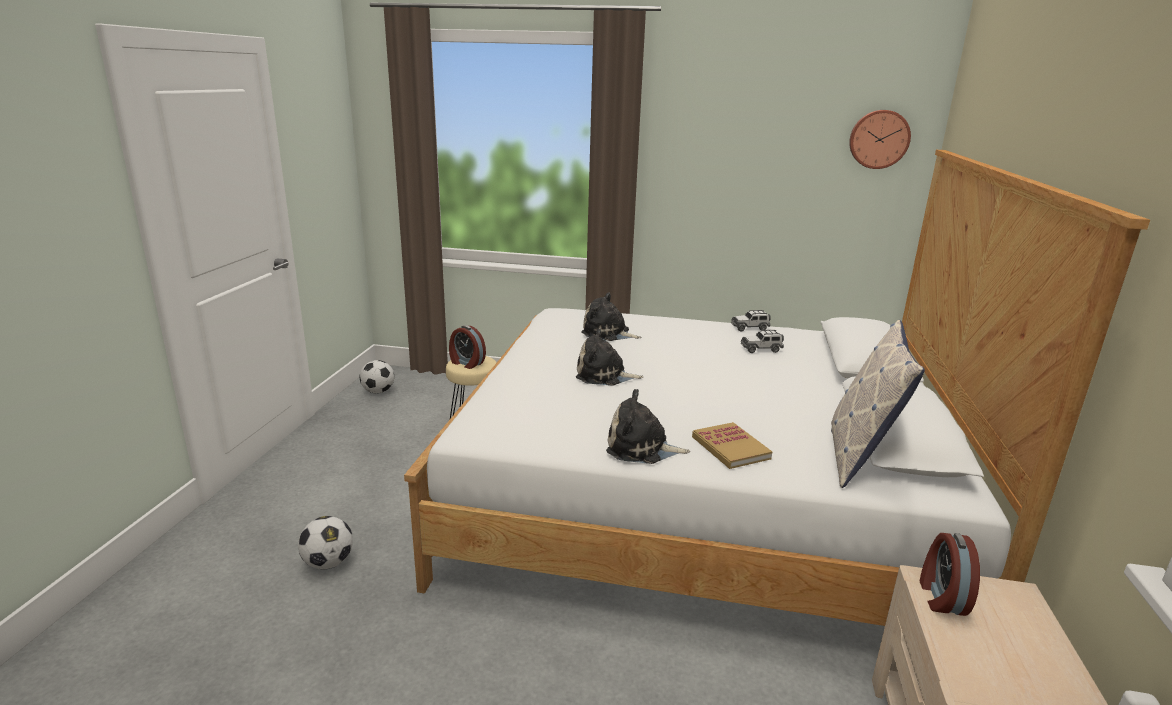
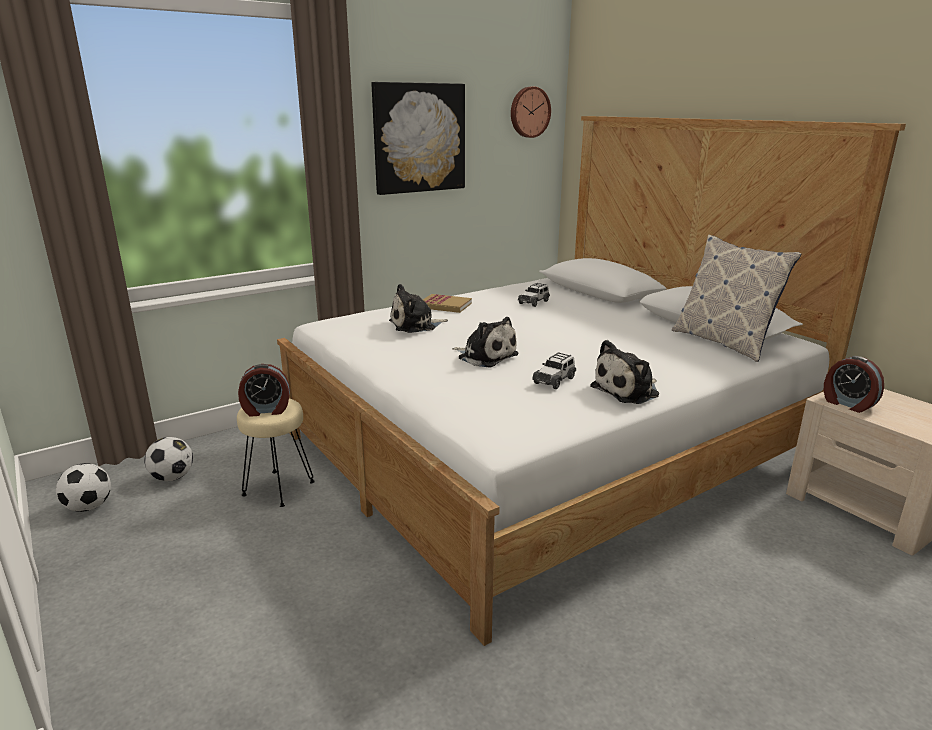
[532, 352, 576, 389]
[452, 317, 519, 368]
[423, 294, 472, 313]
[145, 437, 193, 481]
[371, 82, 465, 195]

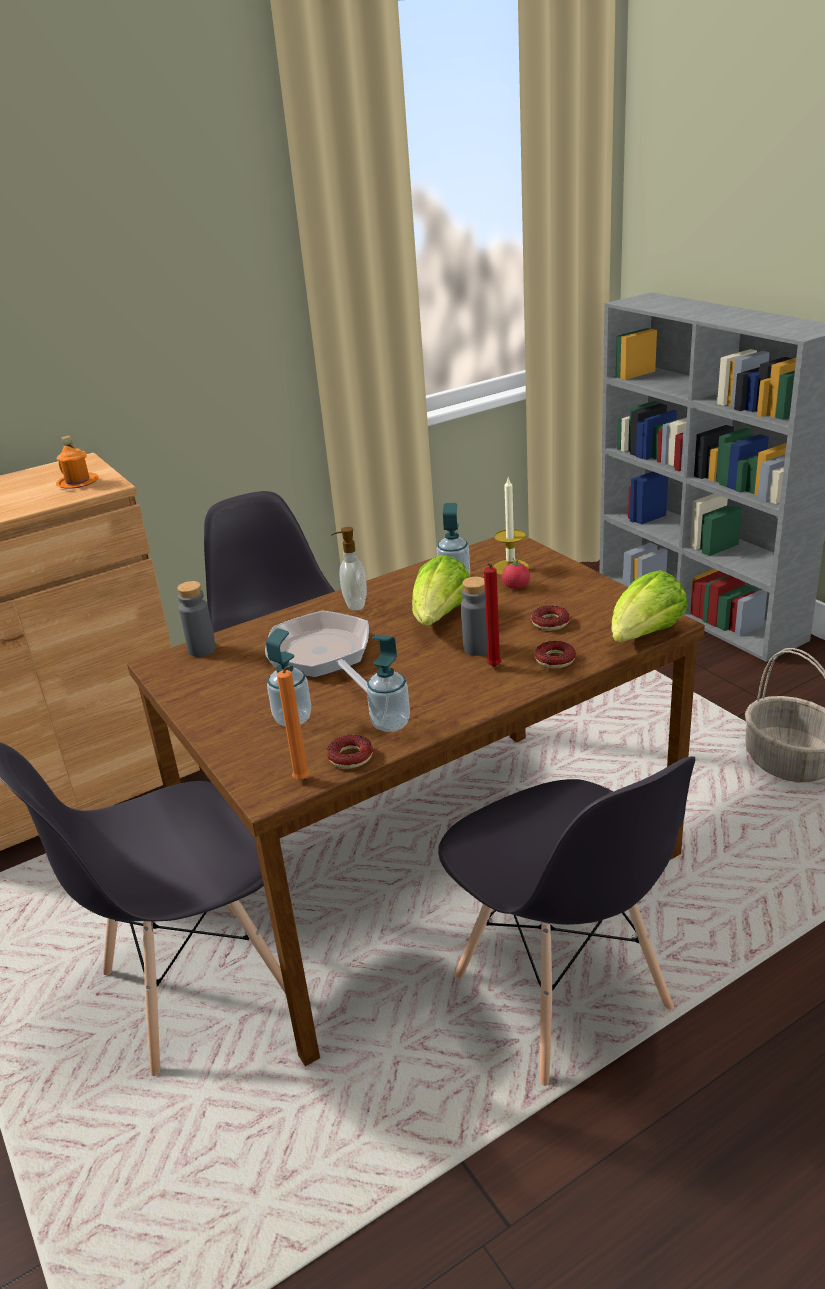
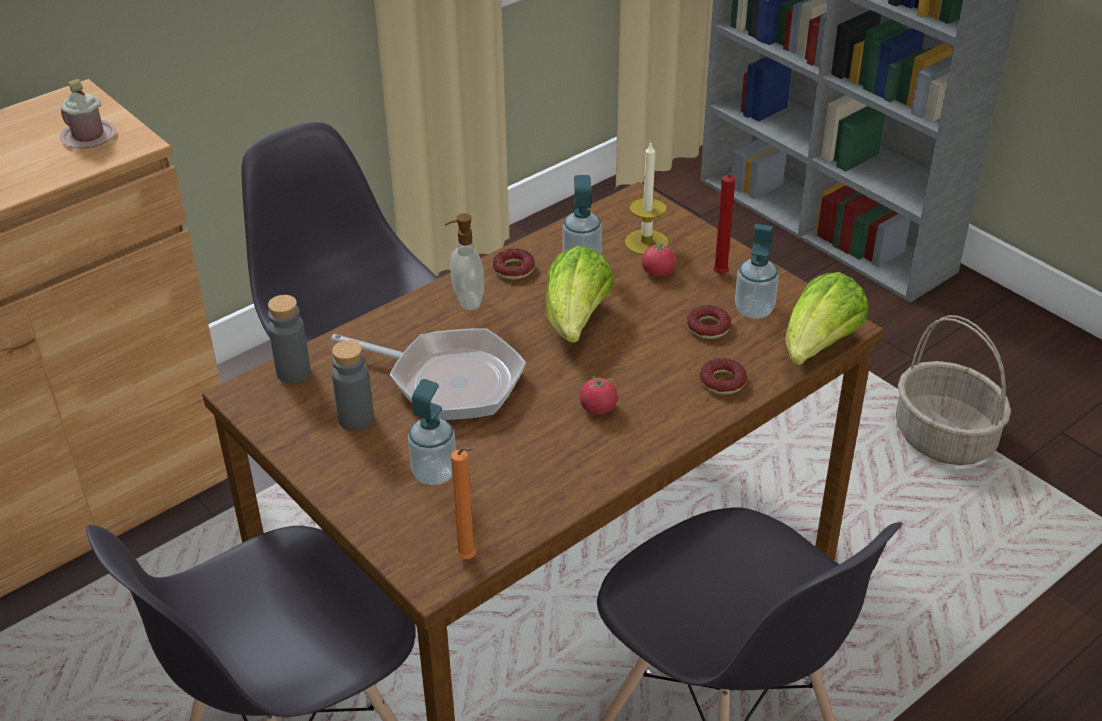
[60, 79, 116, 148]
[713, 173, 735, 274]
[332, 340, 374, 431]
[331, 329, 526, 420]
[735, 224, 779, 319]
[493, 249, 535, 280]
[580, 376, 618, 414]

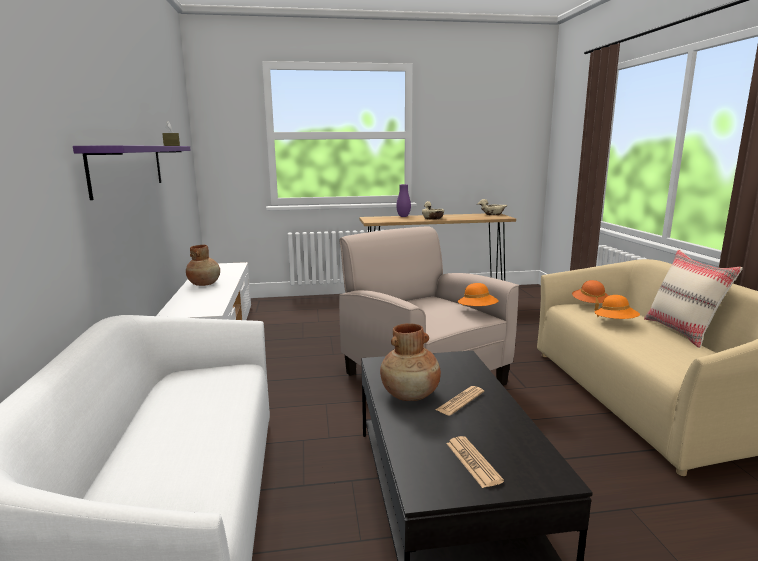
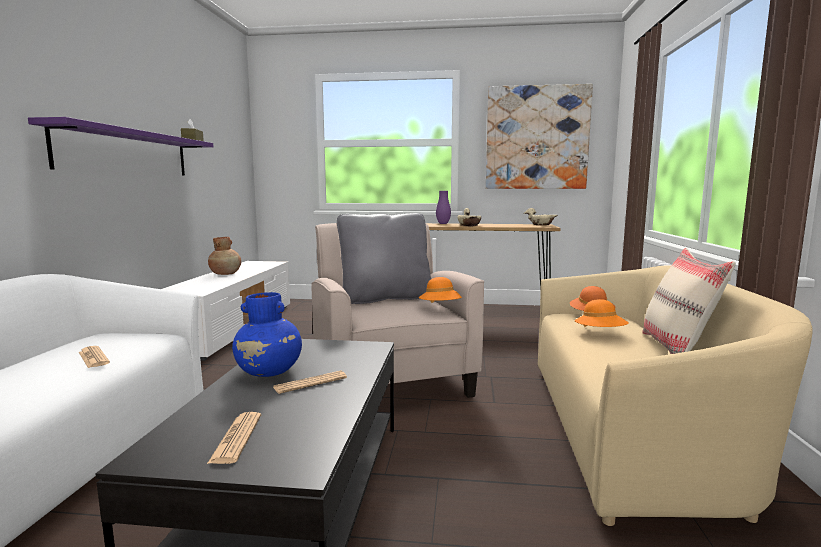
[232, 292, 302, 377]
[486, 84, 593, 189]
[337, 213, 431, 304]
[79, 346, 110, 368]

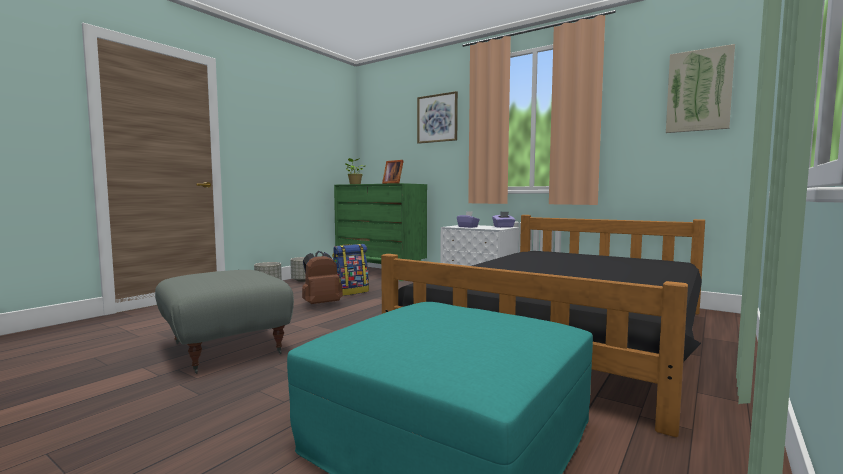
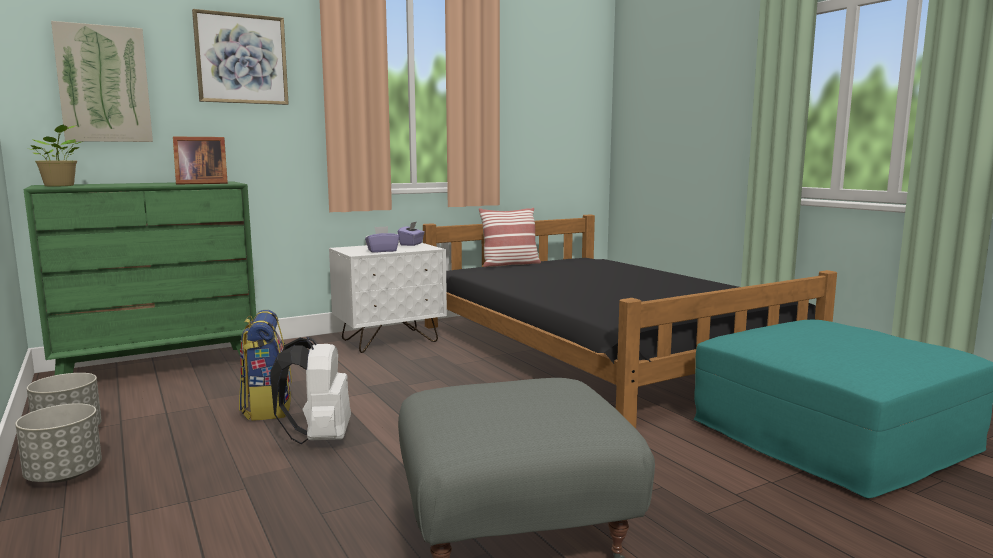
[51, 21, 153, 142]
[270, 337, 351, 444]
[478, 208, 541, 267]

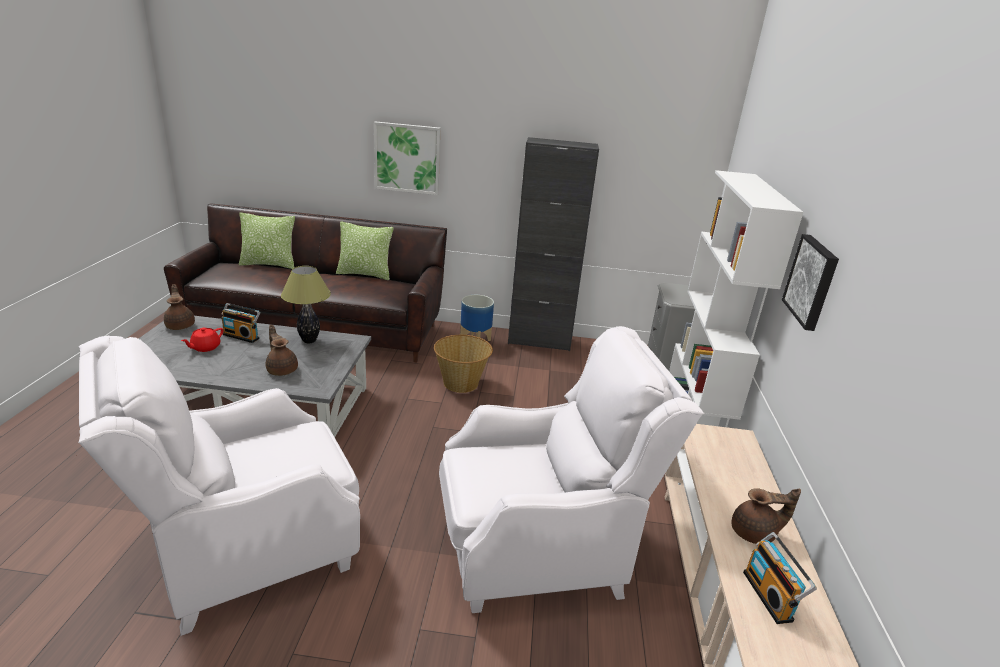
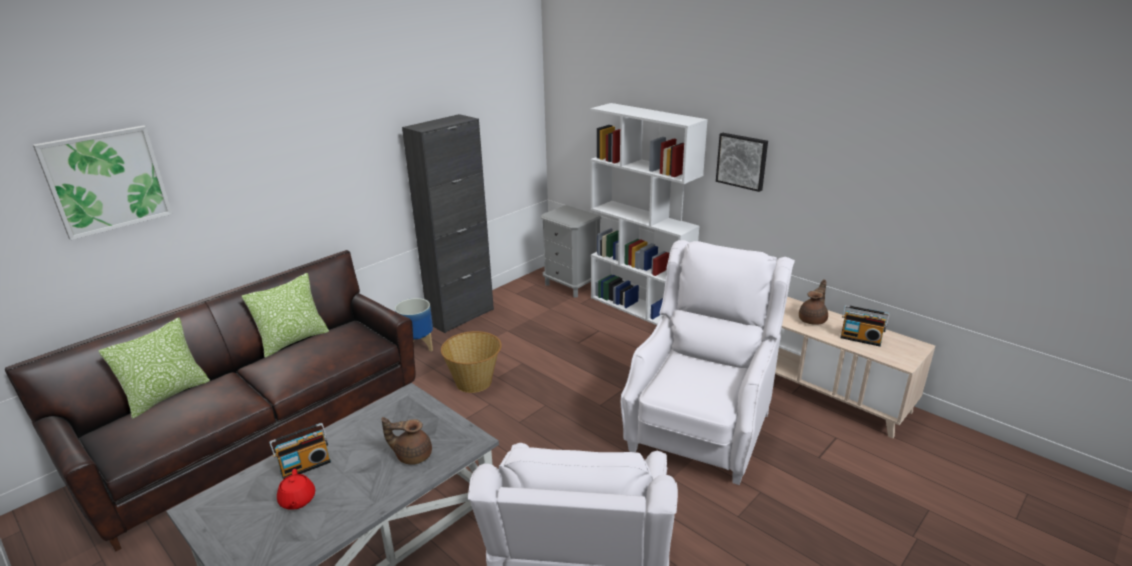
[33, 125, 172, 240]
[281, 266, 331, 343] (first image)
[164, 284, 195, 330] (first image)

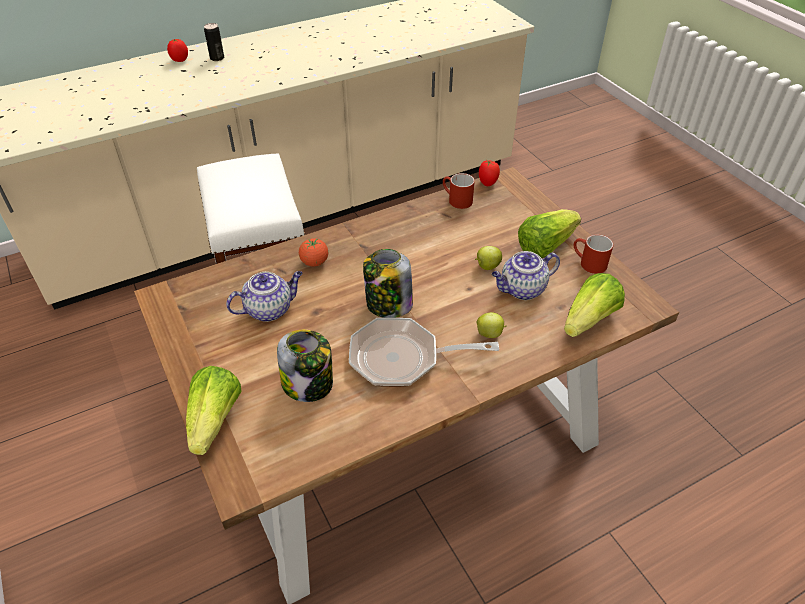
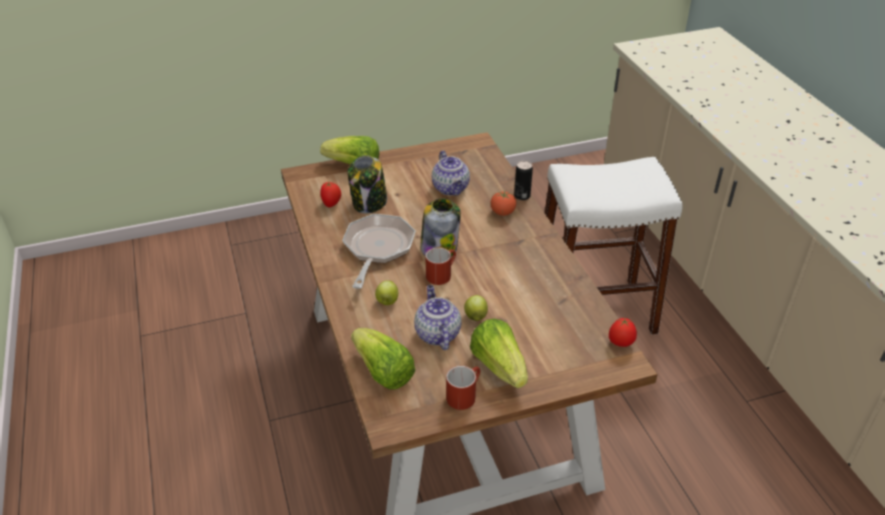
[514, 161, 533, 200]
[320, 182, 341, 207]
[426, 247, 456, 285]

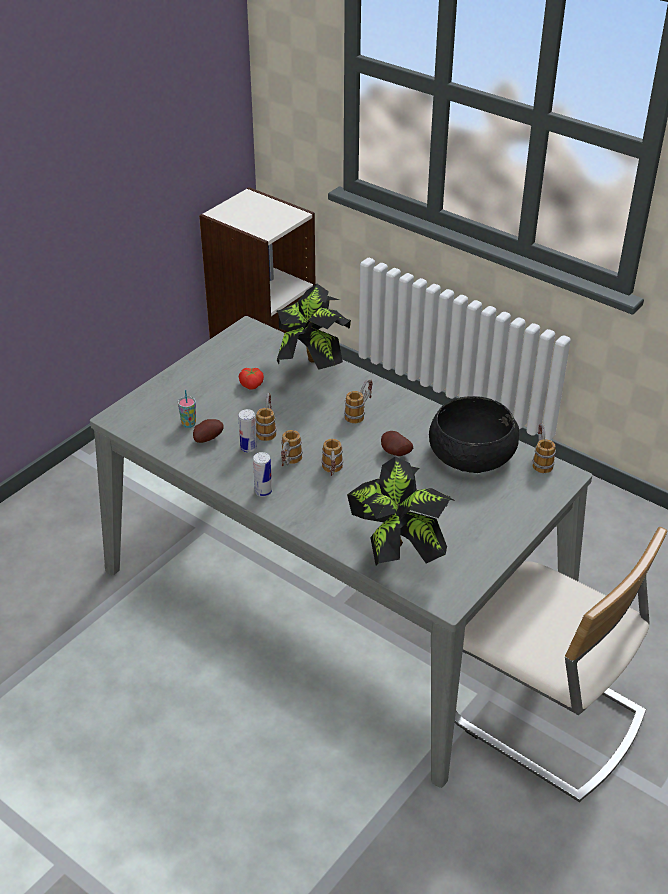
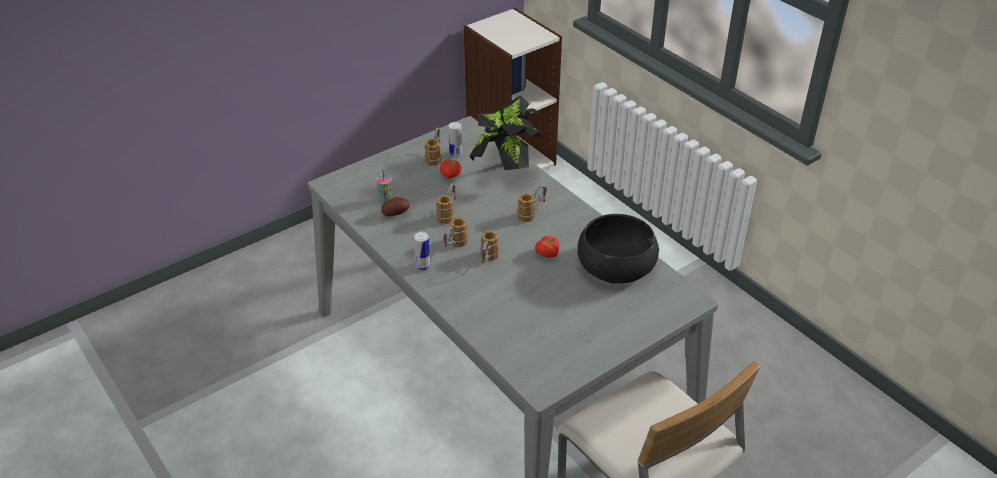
[448, 122, 462, 157]
[424, 127, 442, 166]
[535, 236, 559, 257]
[347, 456, 456, 565] (first image)

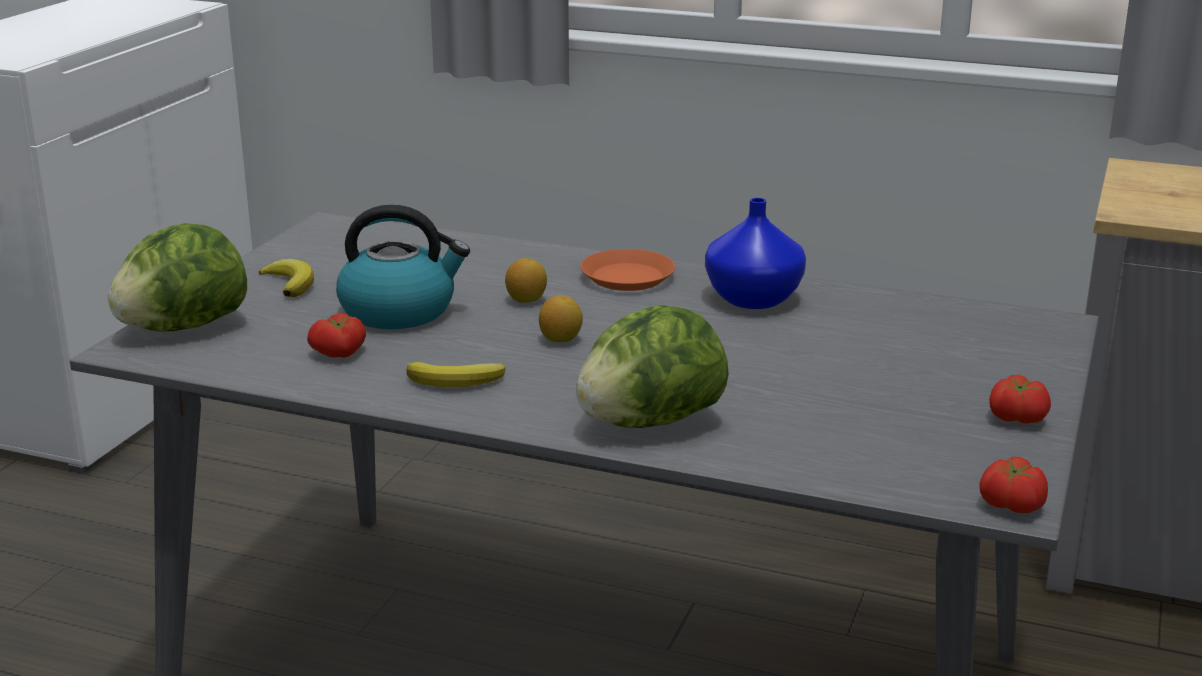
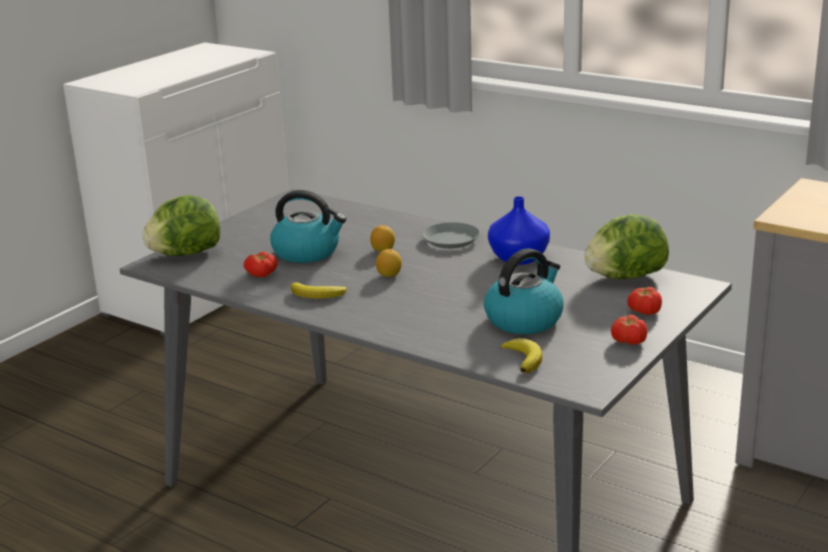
[422, 222, 480, 249]
[500, 338, 543, 373]
[584, 214, 669, 279]
[627, 287, 662, 315]
[484, 248, 564, 334]

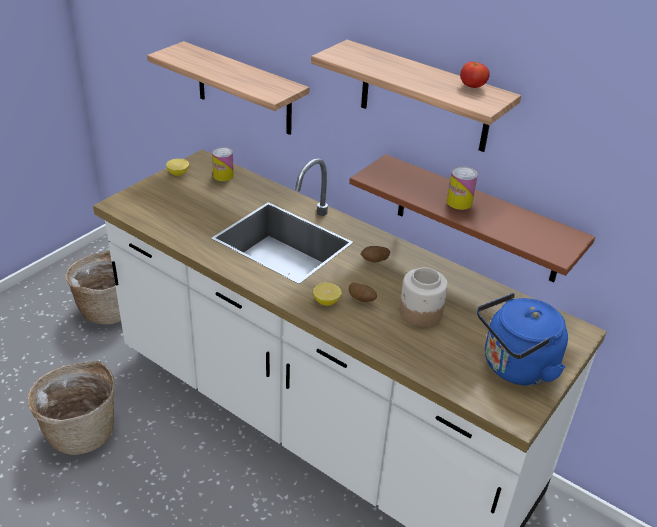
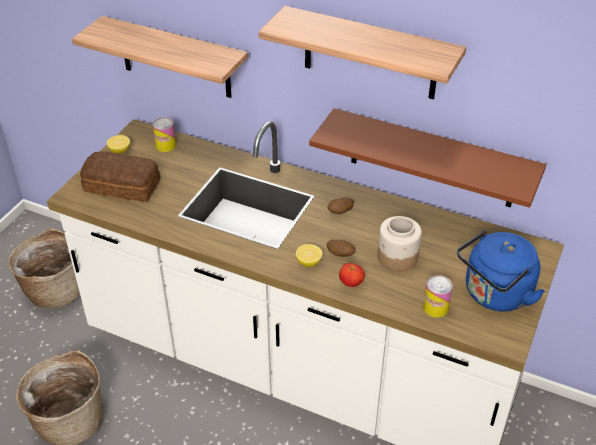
[339, 263, 365, 287]
[423, 275, 453, 318]
[80, 151, 161, 202]

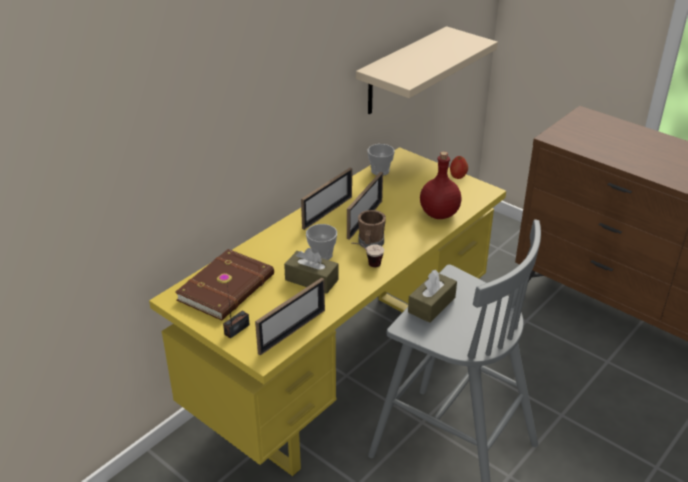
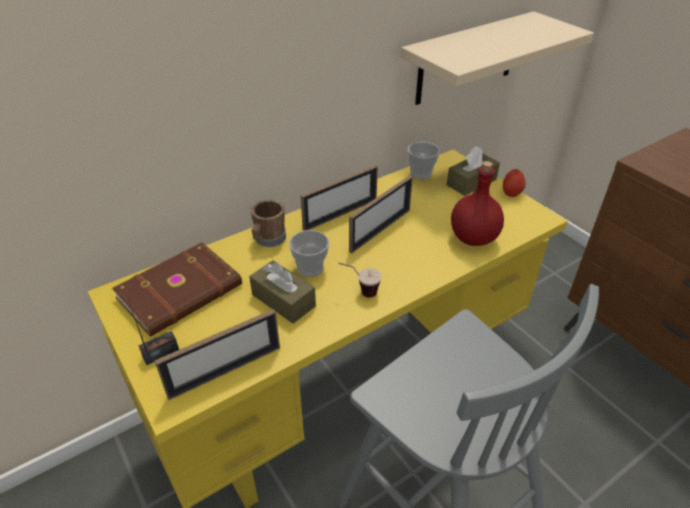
[251, 200, 286, 247]
[447, 146, 500, 196]

